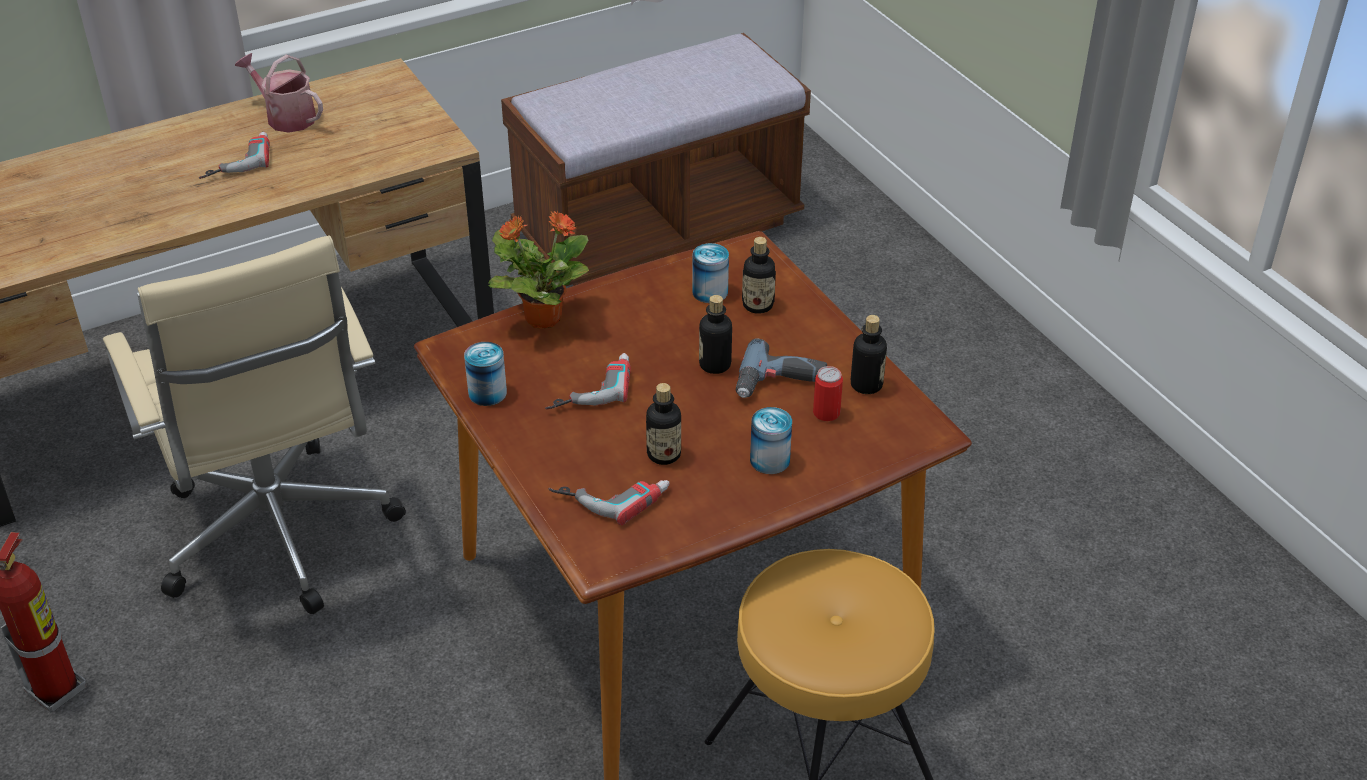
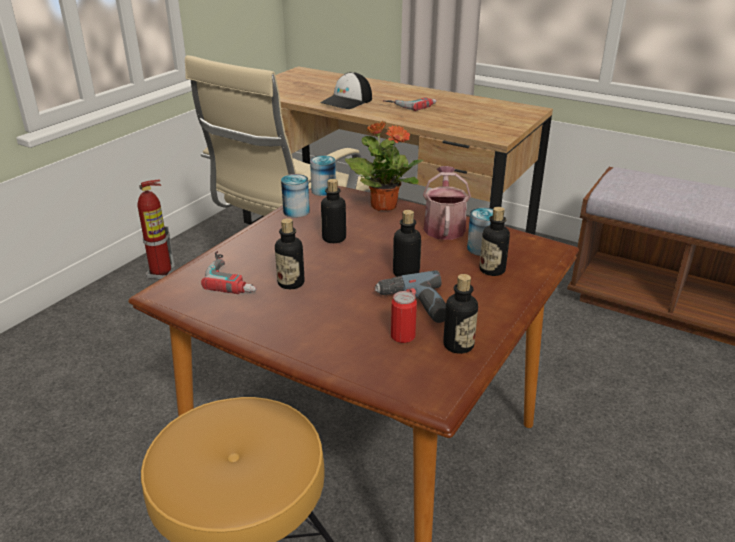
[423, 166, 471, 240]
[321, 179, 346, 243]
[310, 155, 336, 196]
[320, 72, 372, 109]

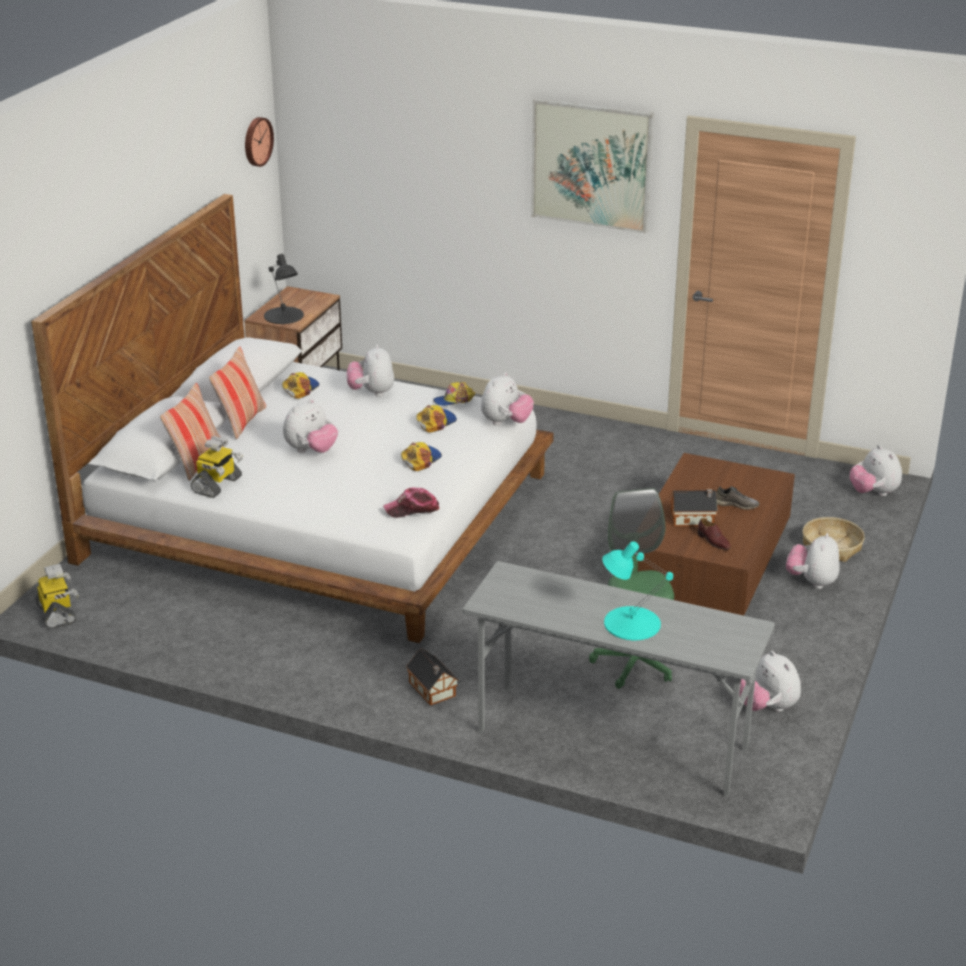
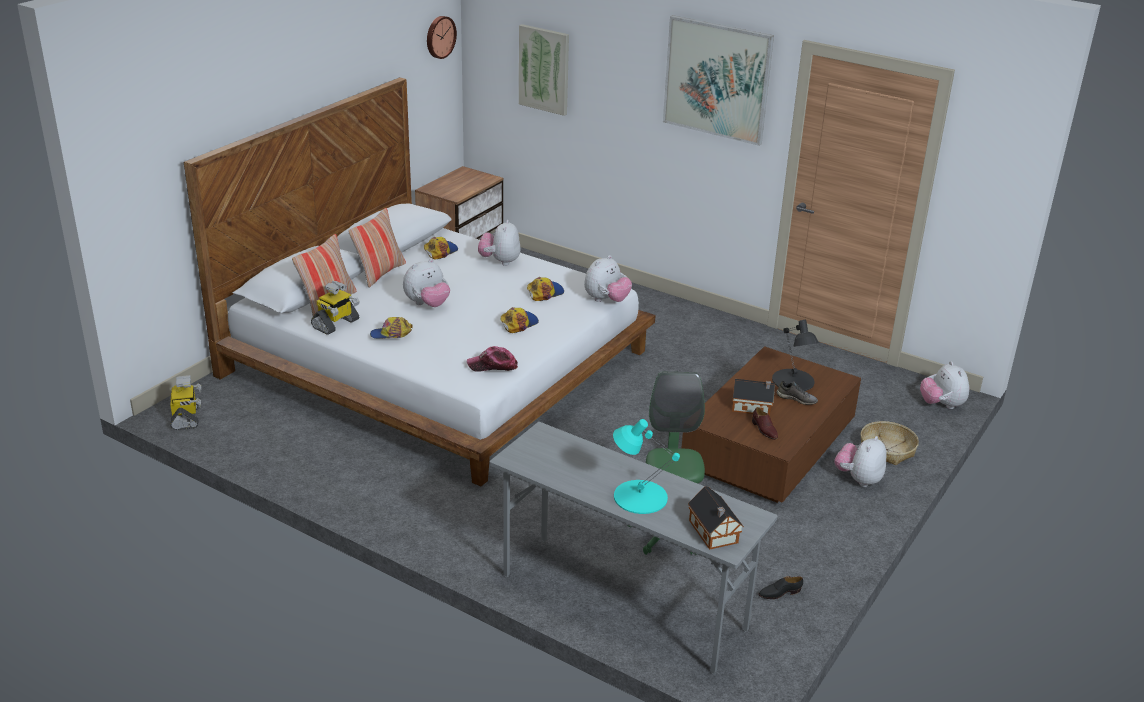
[772, 320, 819, 391]
[370, 317, 413, 339]
[688, 486, 744, 550]
[759, 576, 803, 599]
[519, 24, 569, 116]

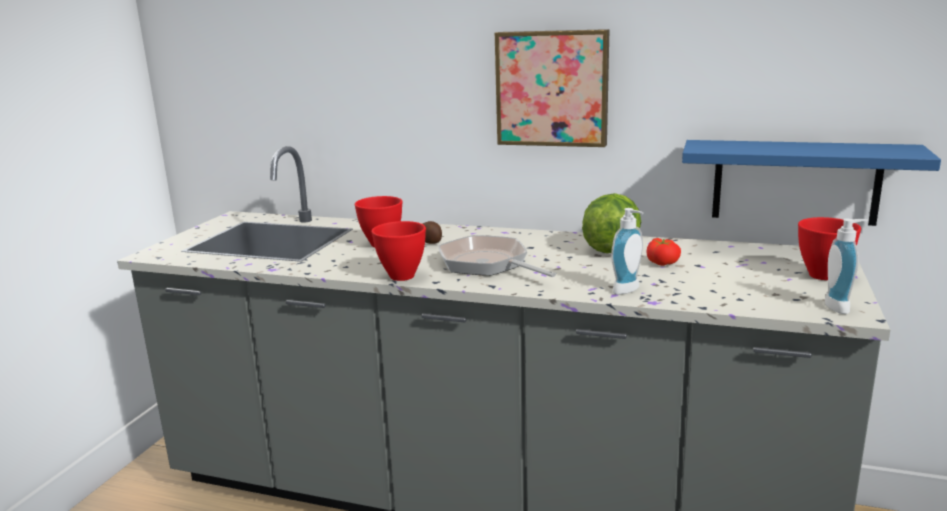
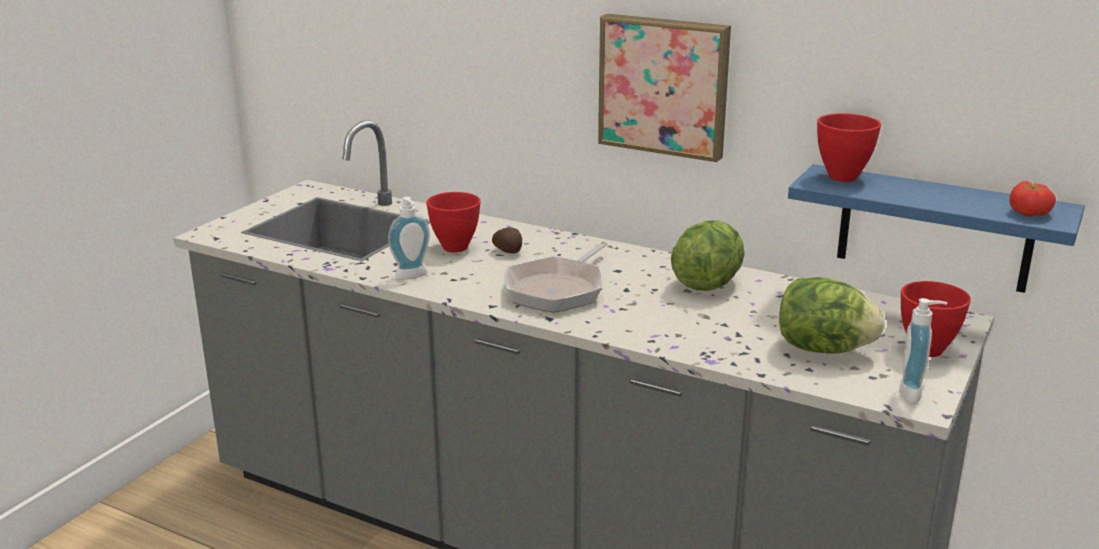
[388, 197, 430, 280]
[817, 113, 881, 182]
[504, 241, 608, 312]
[1010, 181, 1056, 217]
[779, 277, 885, 354]

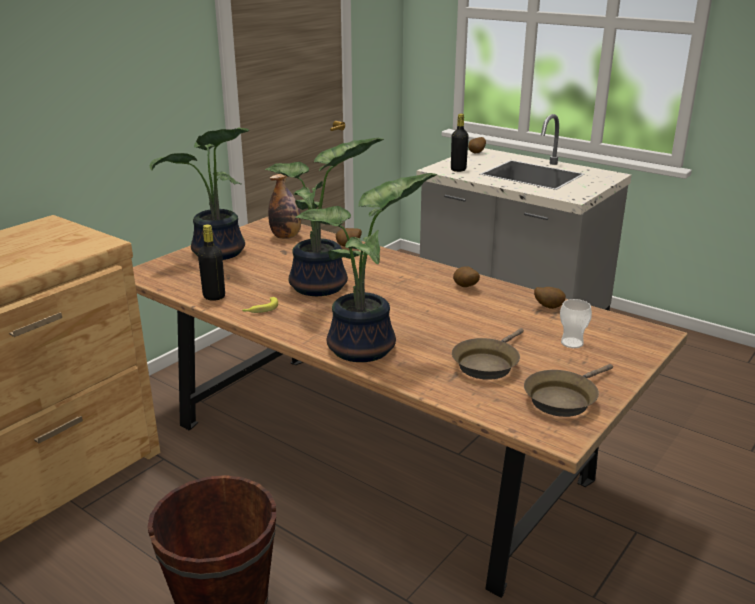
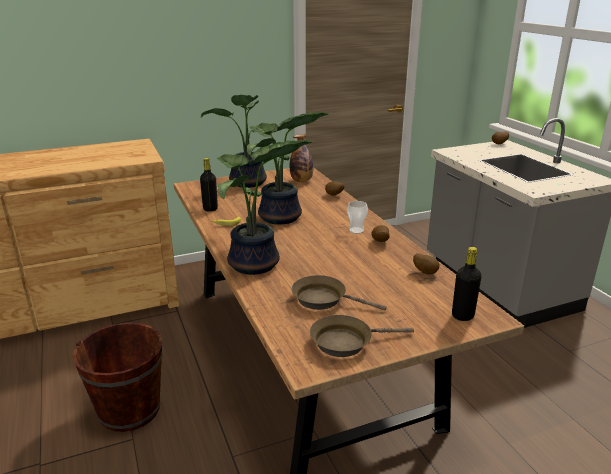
[452, 247, 481, 321]
[347, 201, 368, 234]
[292, 275, 386, 310]

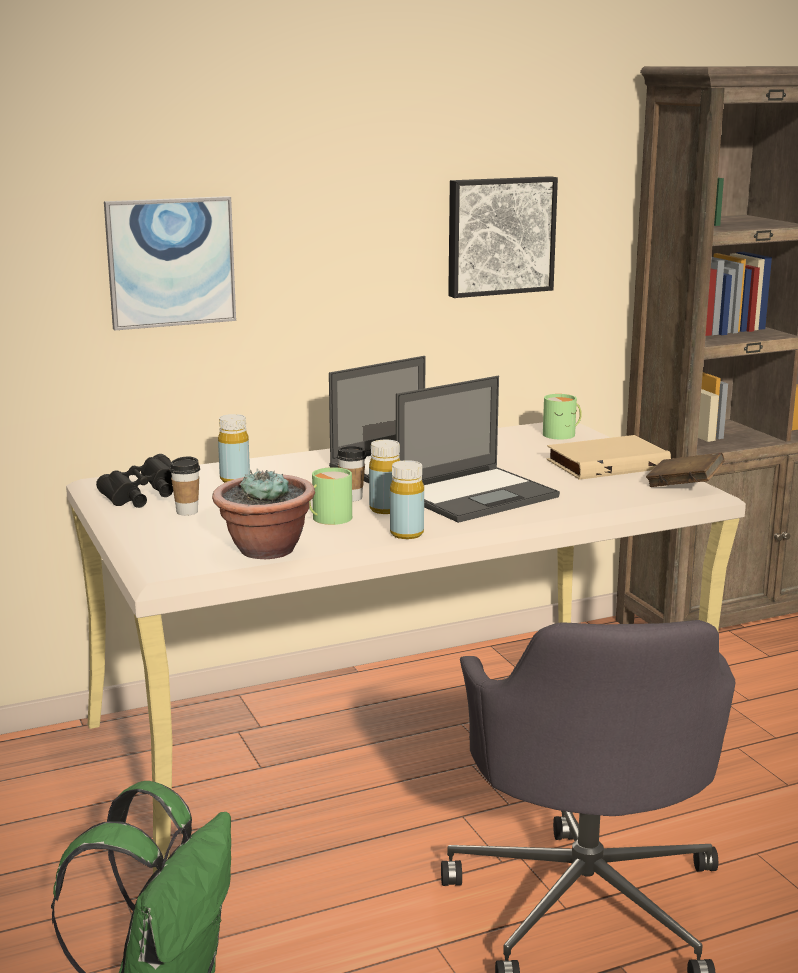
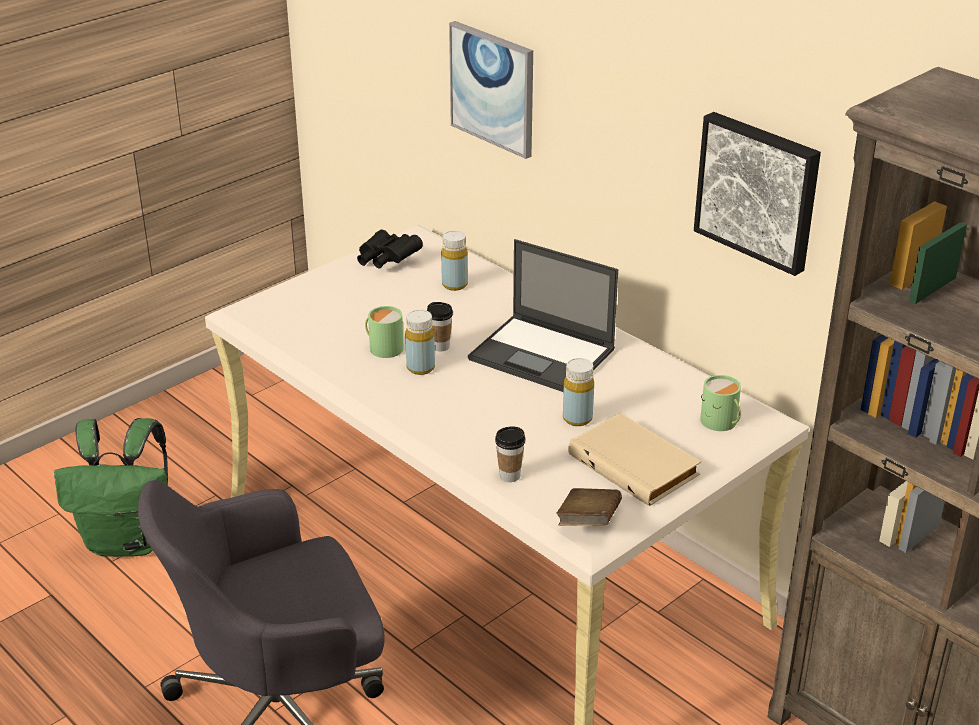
[396, 376, 560, 523] (first image)
[495, 427, 525, 482]
[563, 358, 594, 426]
[212, 468, 315, 559] (first image)

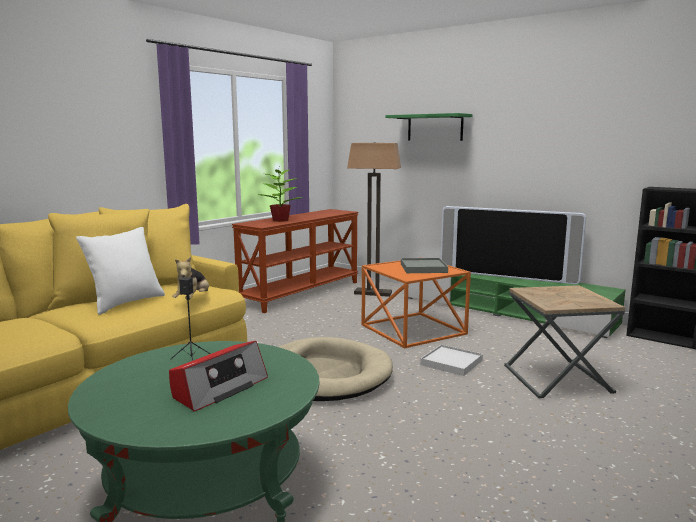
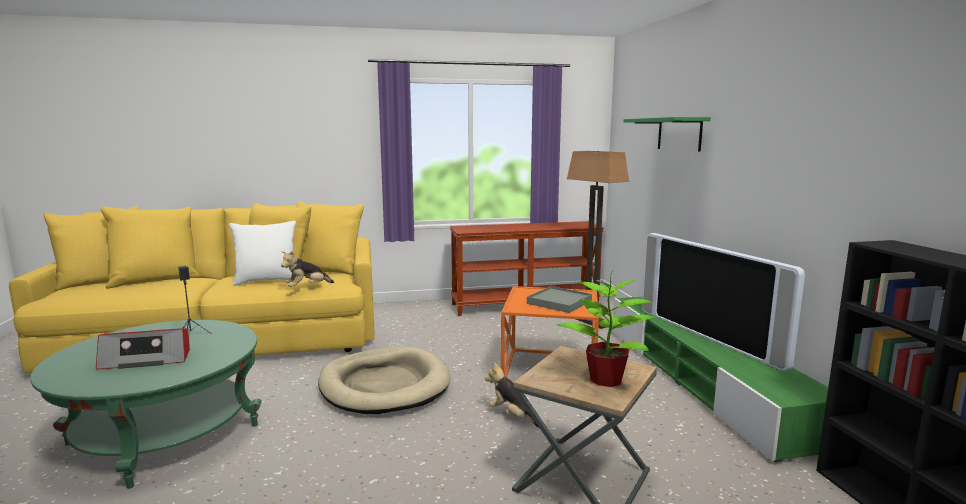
[556, 272, 655, 387]
[485, 362, 538, 427]

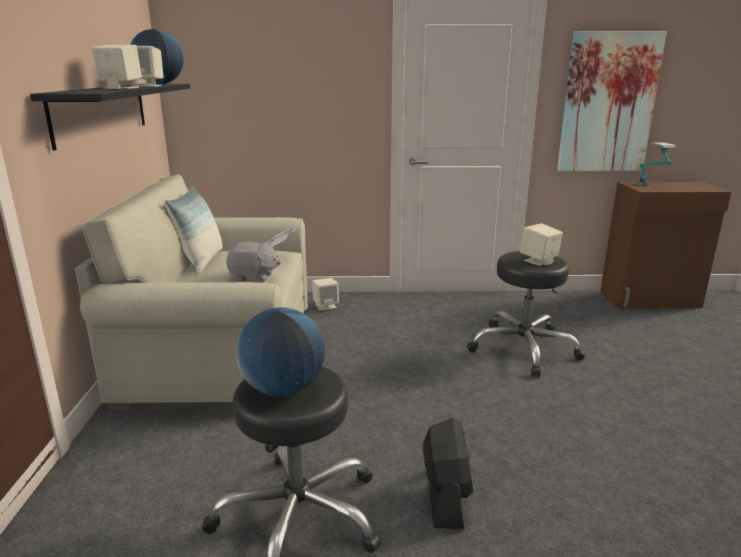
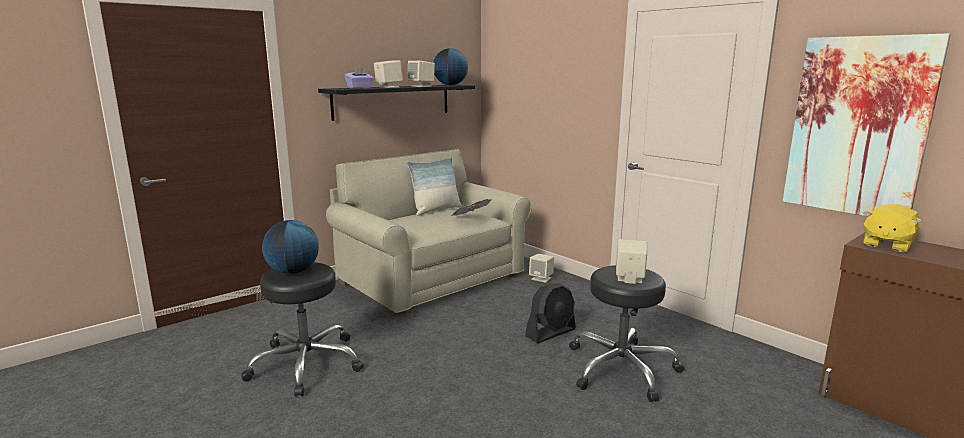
[863, 204, 922, 252]
[226, 242, 281, 282] (first image)
[525, 283, 576, 343]
[344, 68, 374, 89]

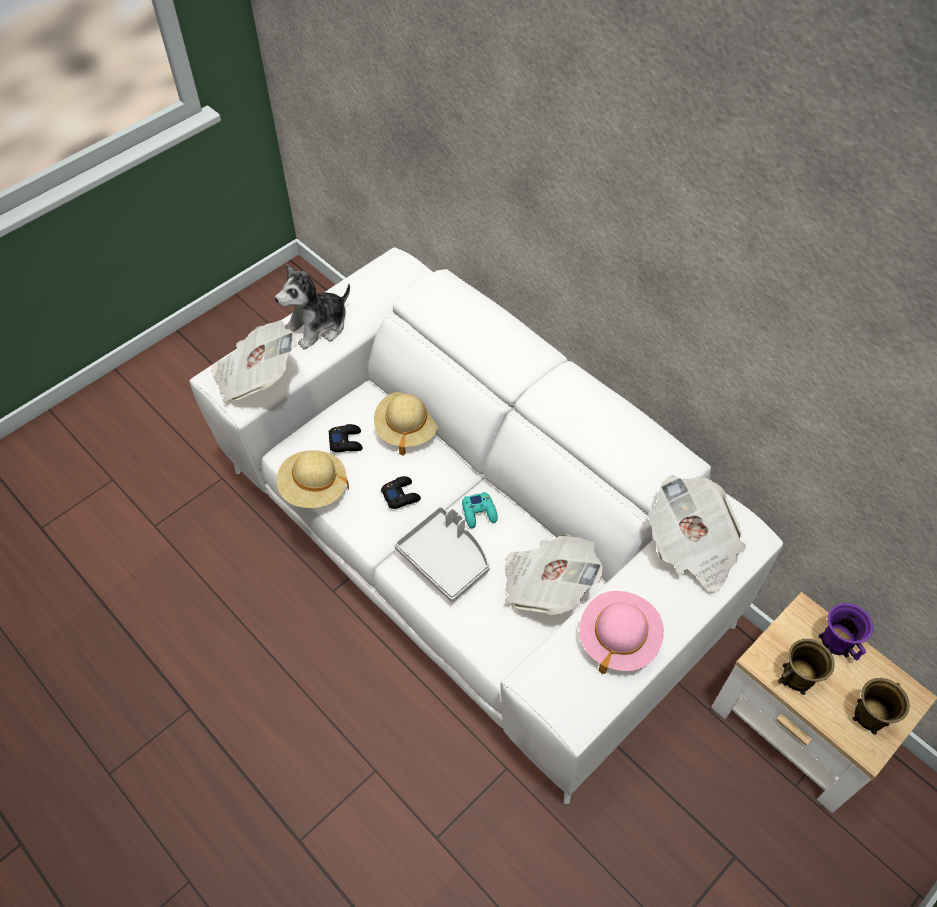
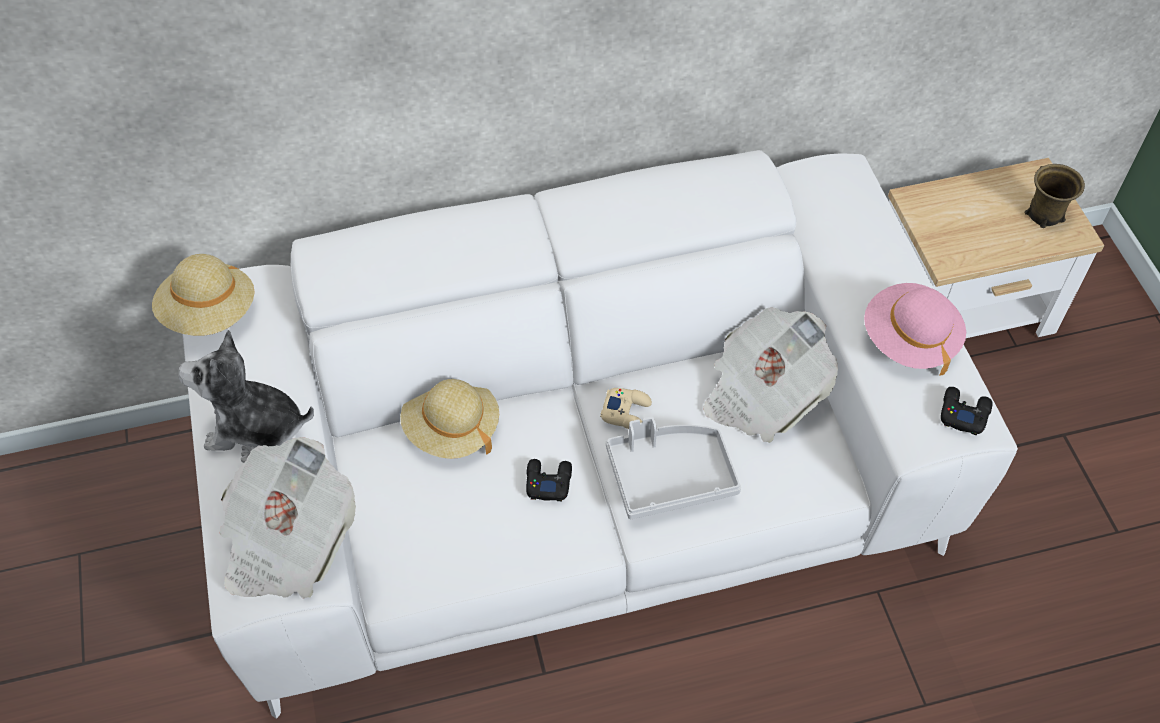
[178, 330, 314, 463]
[941, 387, 993, 435]
[152, 254, 255, 336]
[648, 475, 746, 592] (first image)
[600, 388, 652, 429]
[819, 603, 873, 660] (first image)
[778, 639, 835, 695] (first image)

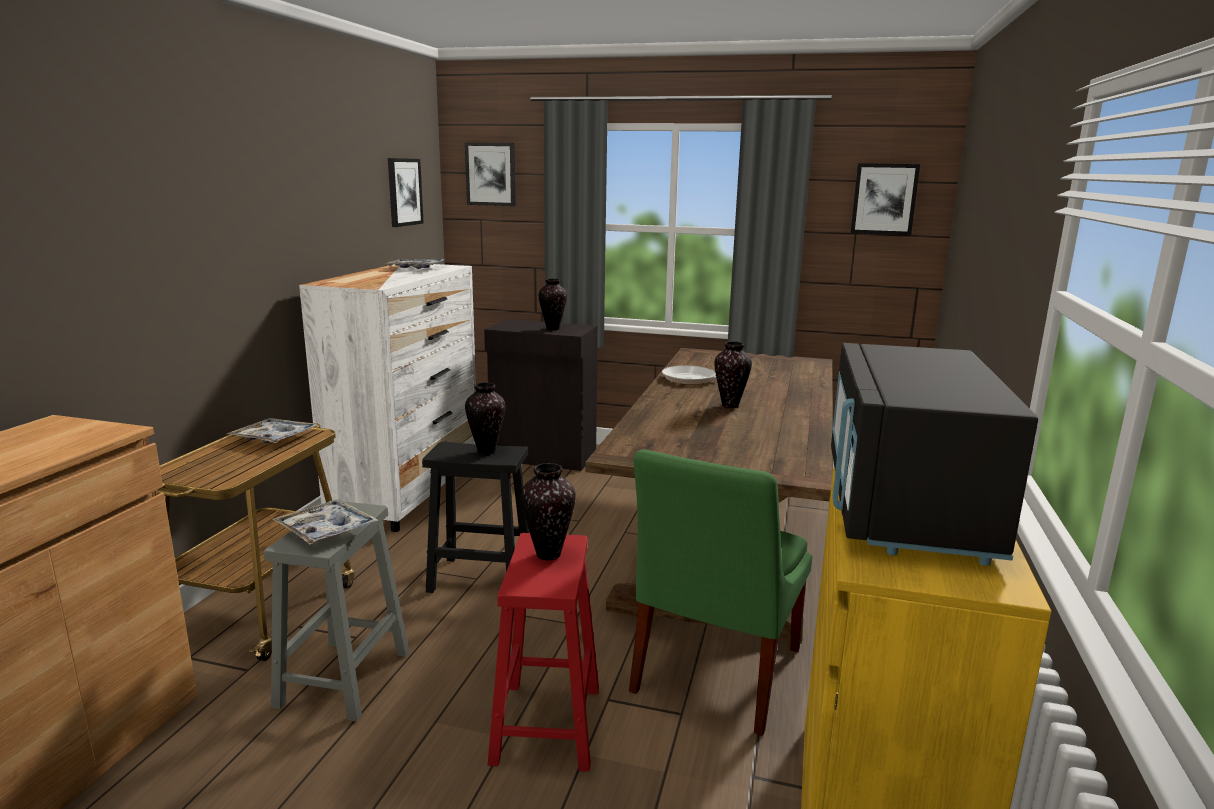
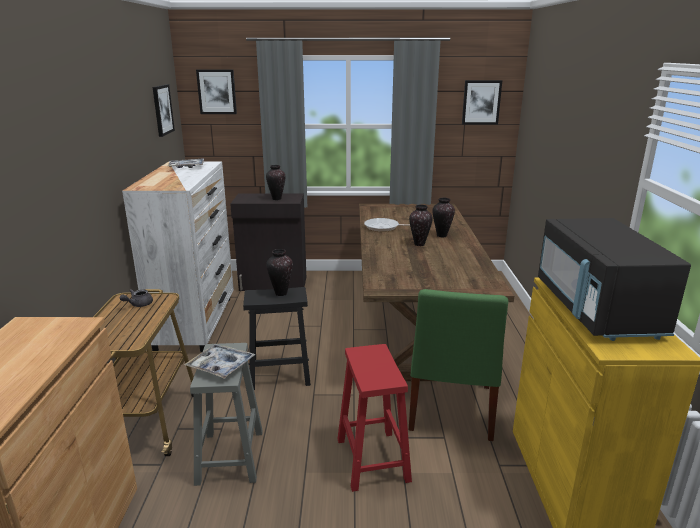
[120, 289, 153, 307]
[432, 198, 455, 237]

